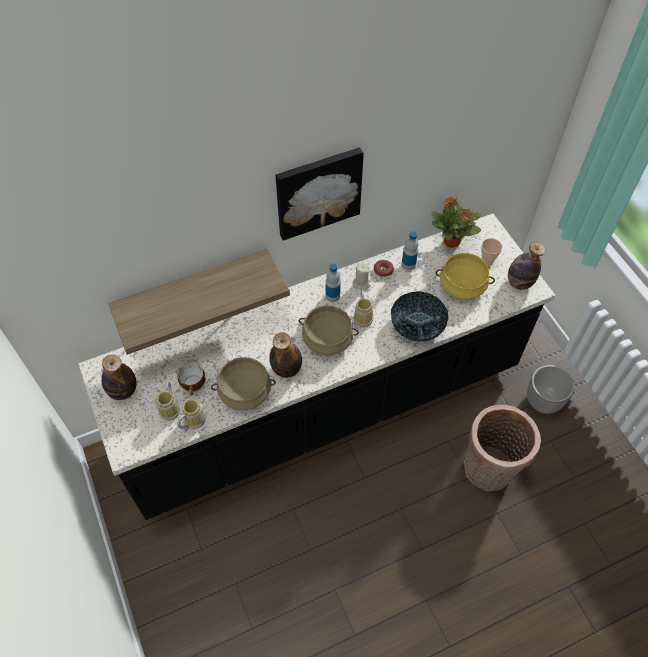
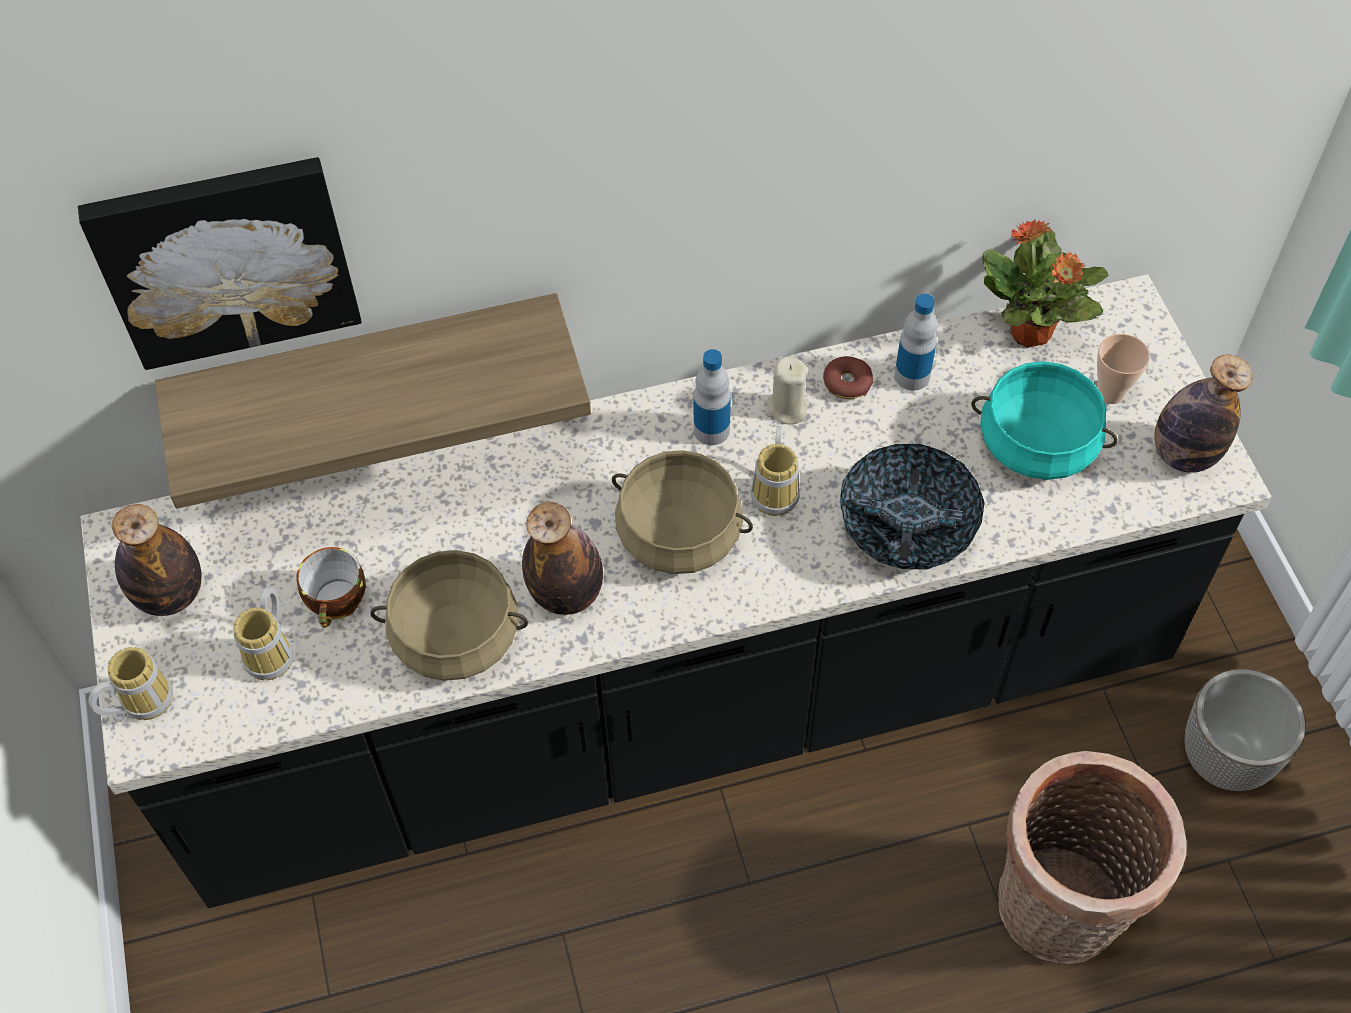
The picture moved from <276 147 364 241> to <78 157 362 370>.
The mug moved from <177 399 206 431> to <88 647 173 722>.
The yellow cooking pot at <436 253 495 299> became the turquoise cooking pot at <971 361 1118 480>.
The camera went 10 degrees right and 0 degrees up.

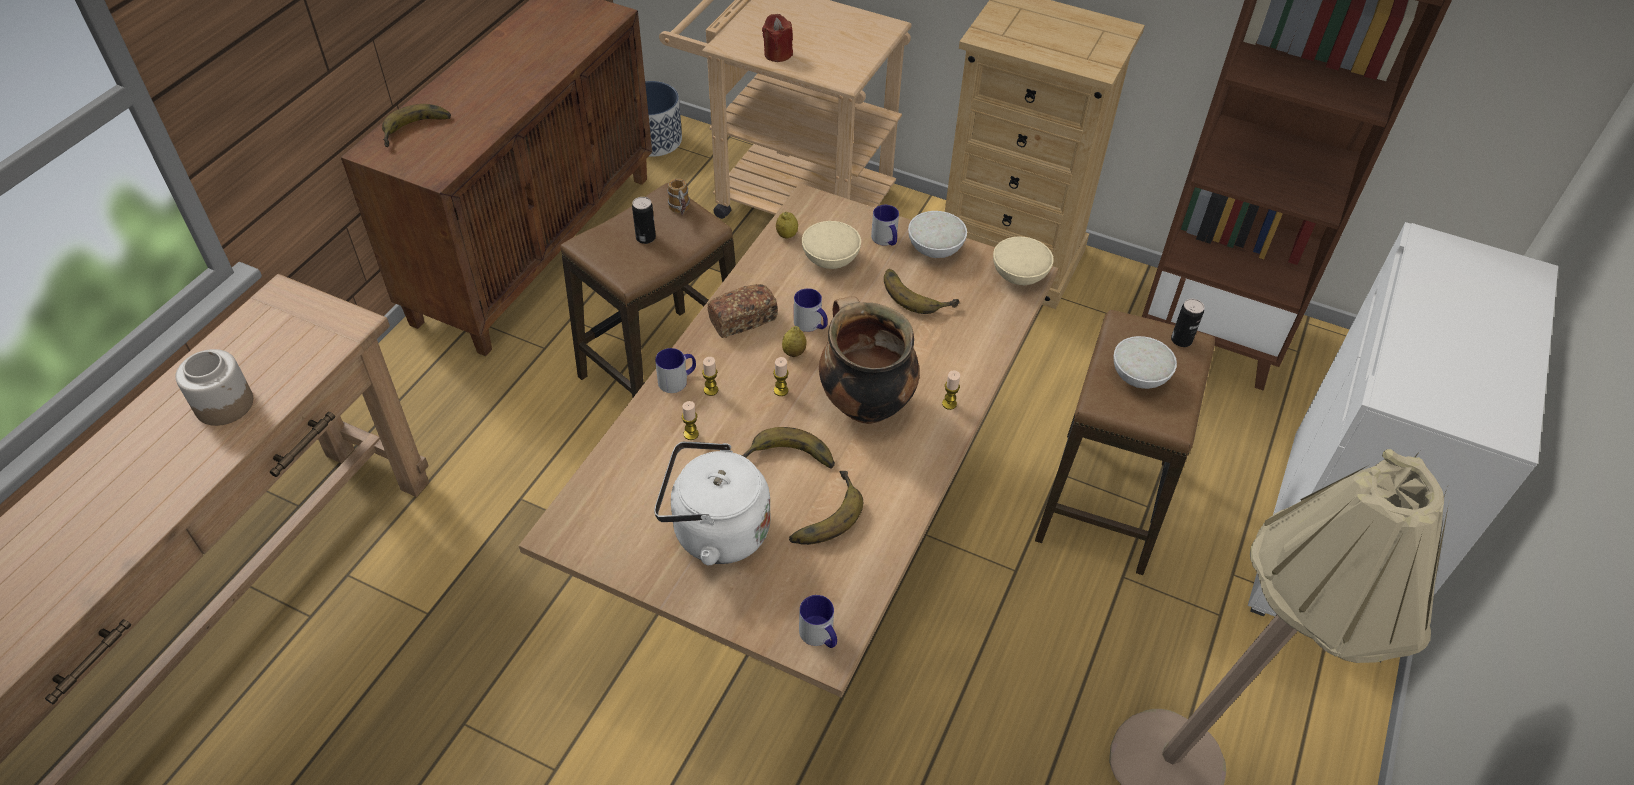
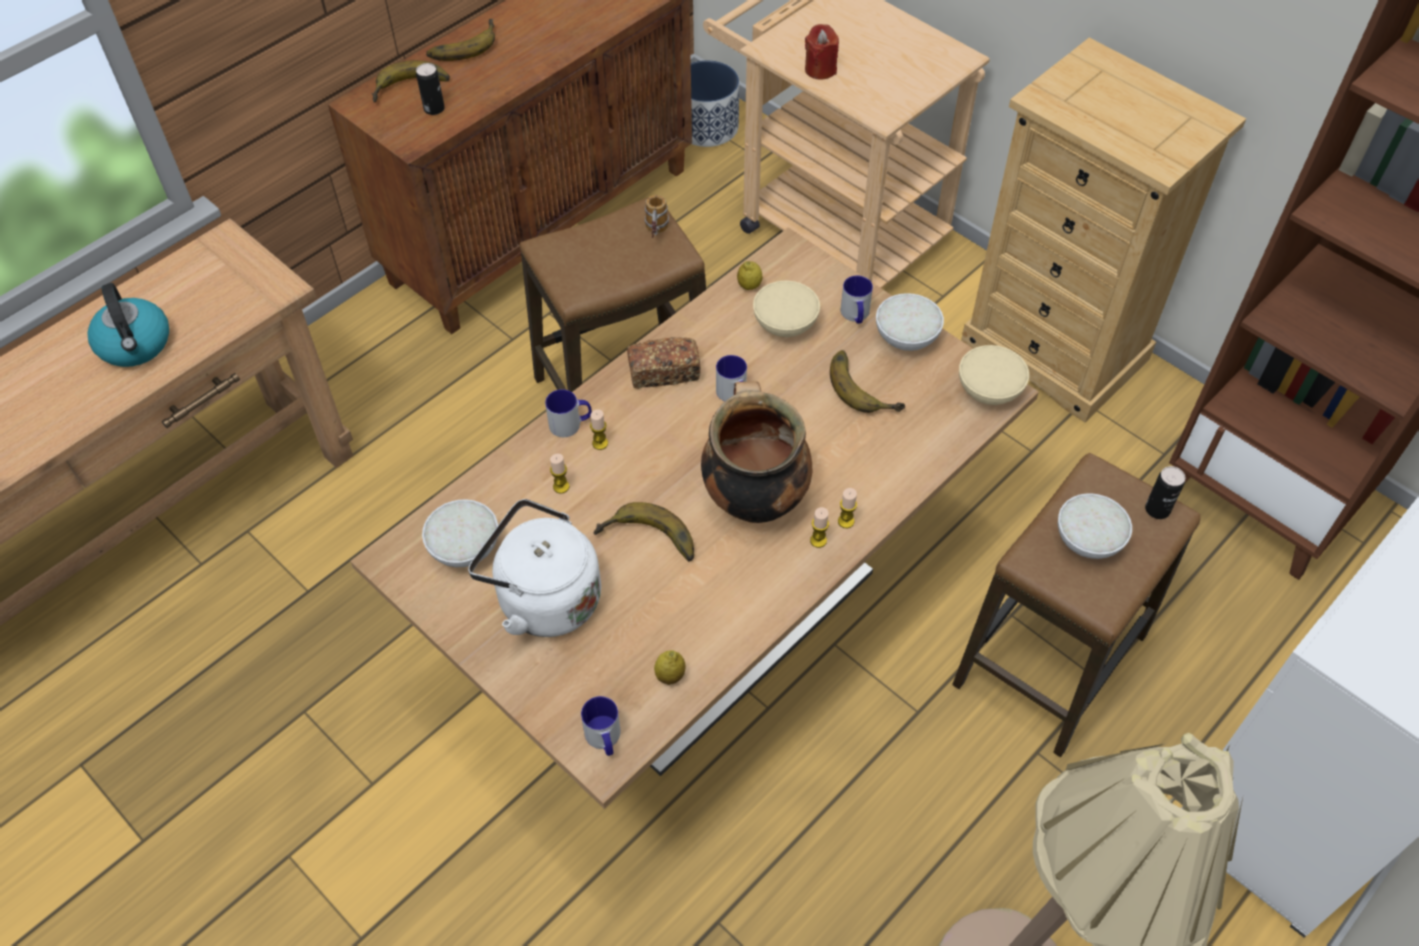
The storage jar at <175 349 253 426> was replaced by the water kettle at <87 283 169 367>.
The metal can moved from <632 197 656 244> to <416 63 445 115>.
The white serving bowl at <422 499 498 567> appeared.
The banana moved from <789 471 863 545> to <426 19 495 61>.
The lemon moved from <782 326 807 357> to <654 650 686 685>.
The wax candle moved from <773 357 789 396> to <810 507 829 548>.
The camera went 20 degrees right and 5 degrees up.

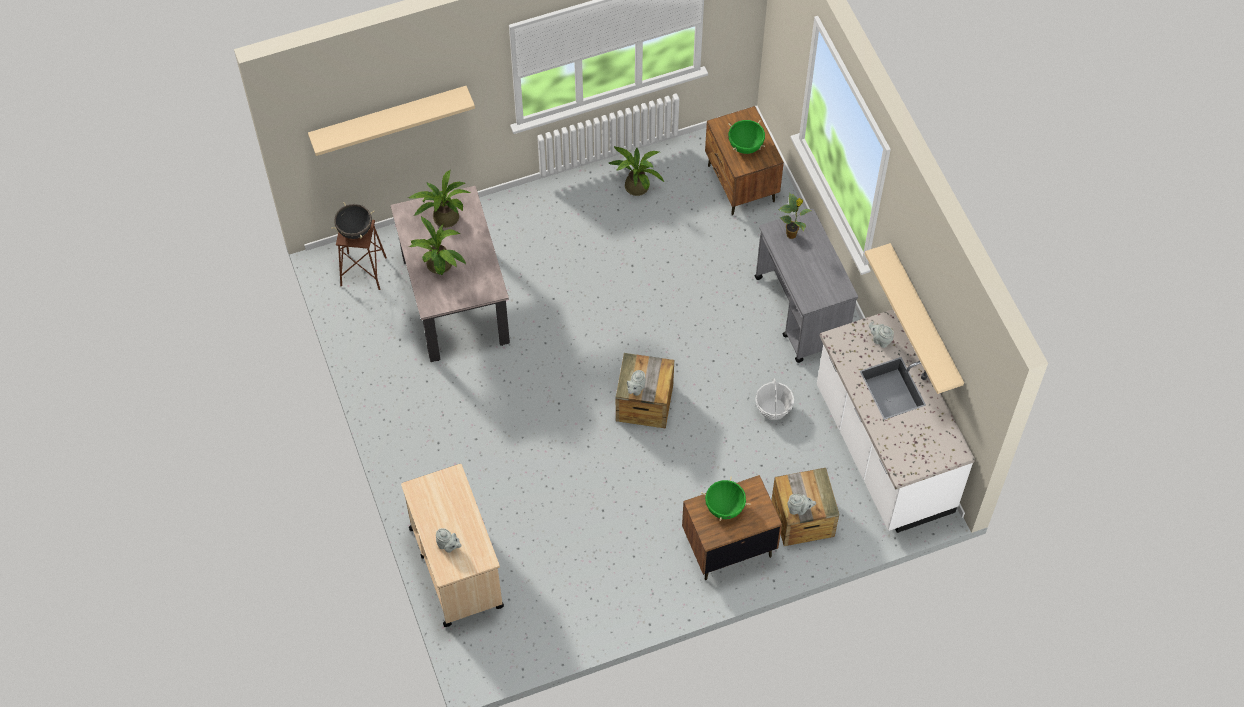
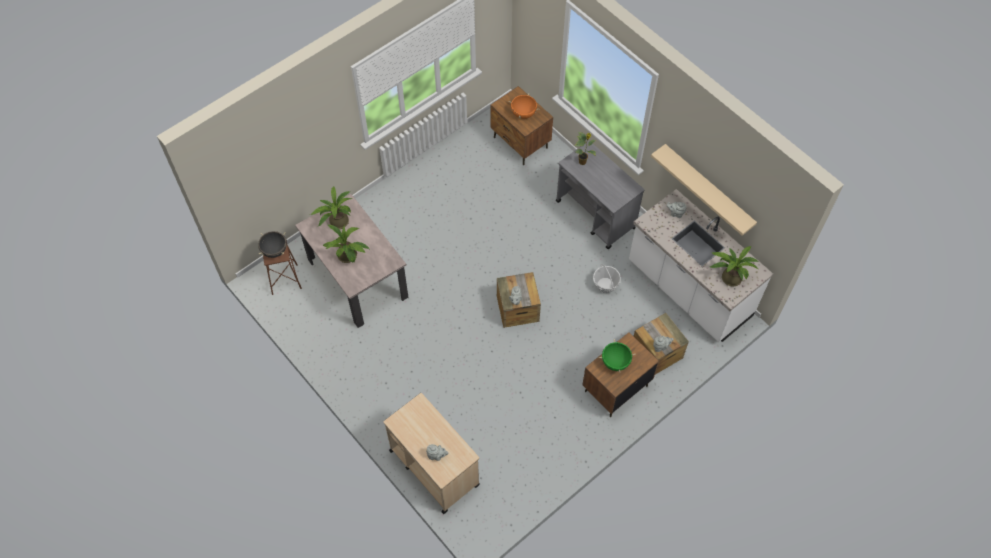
The green cooking pot at <728 120 765 154> became the orangey cooking pot at <508 93 539 119>.
The houseplant moved from <609 146 664 196> to <710 246 758 287>.
The beige wall shelf at <308 86 475 156> disappeared.
The camera went 20 degrees left and 0 degrees up.

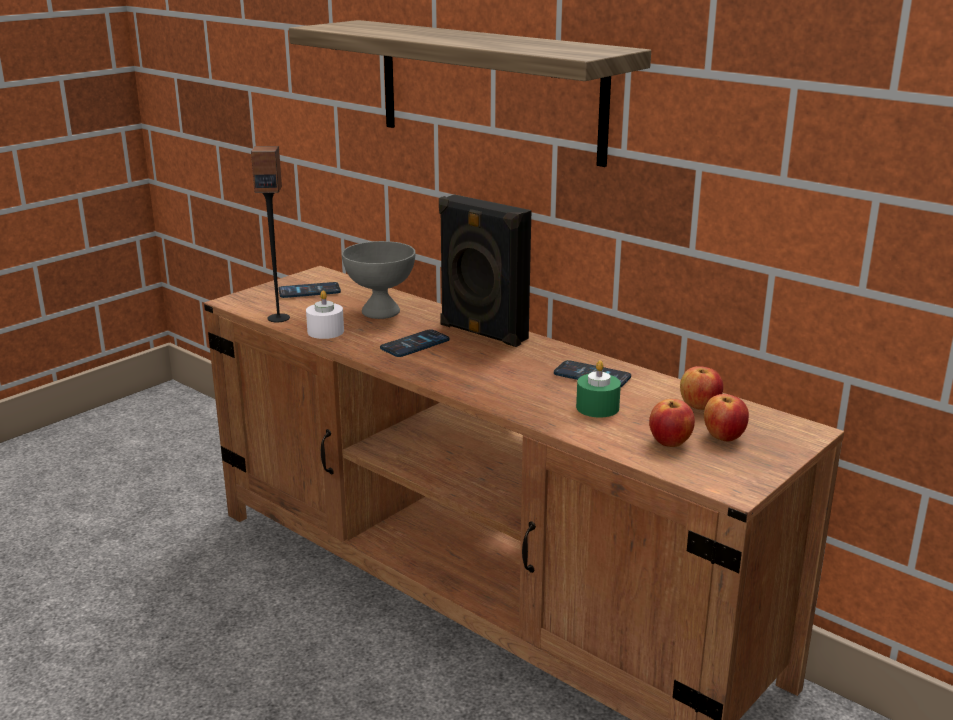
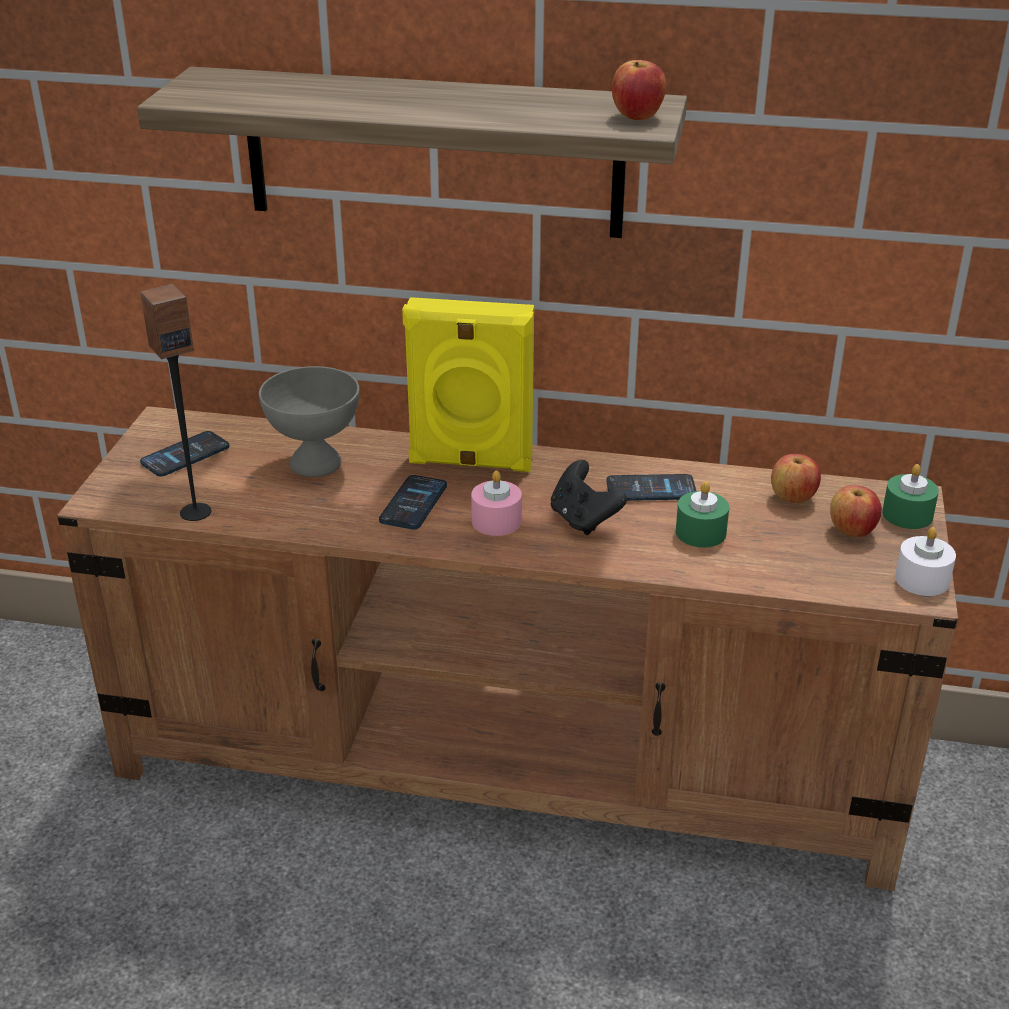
The black-coloured audio speaker at <439 194 531 347> became the yellow audio speaker at <402 297 534 472>.
The pink wax candle at <471 470 522 536> appeared.
The black-coloured joypad at <551 460 627 535> appeared.
The apple fruit moved from <649 399 695 447> to <612 60 666 120>.
The green wax candle at <882 464 939 529> appeared.
The white wax candle moved from <306 290 344 339> to <895 527 956 596>.
The camera went 30 degrees left and 10 degrees up.

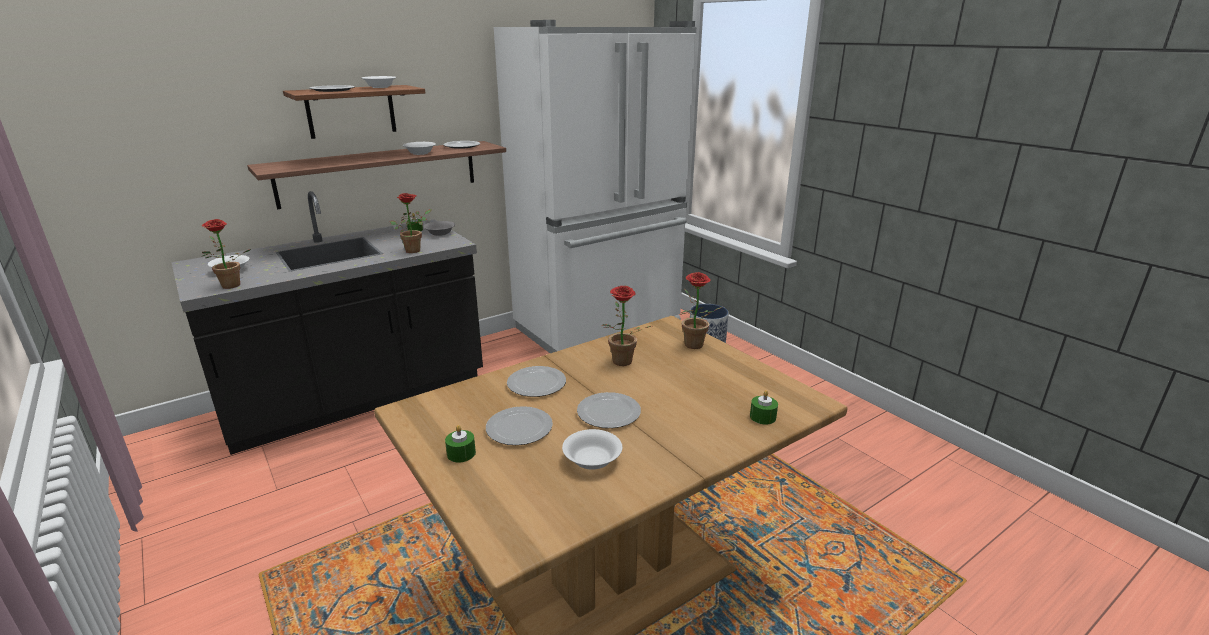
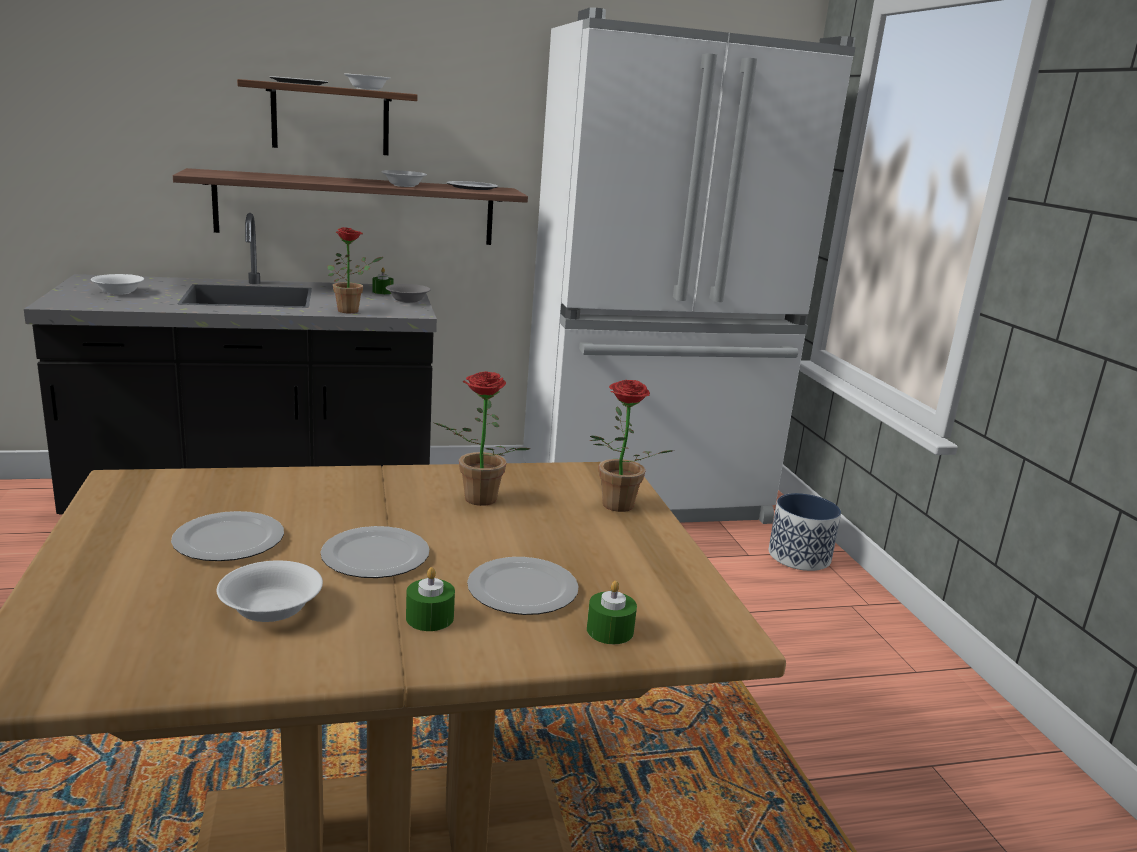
The green wax candle moved from <445 425 476 463> to <406 567 455 631>.
The dinner plate moved from <507 366 566 397> to <467 557 579 615>.
The houseplant at <202 219 251 289> disappeared.
The camera went 20 degrees right and 5 degrees down.

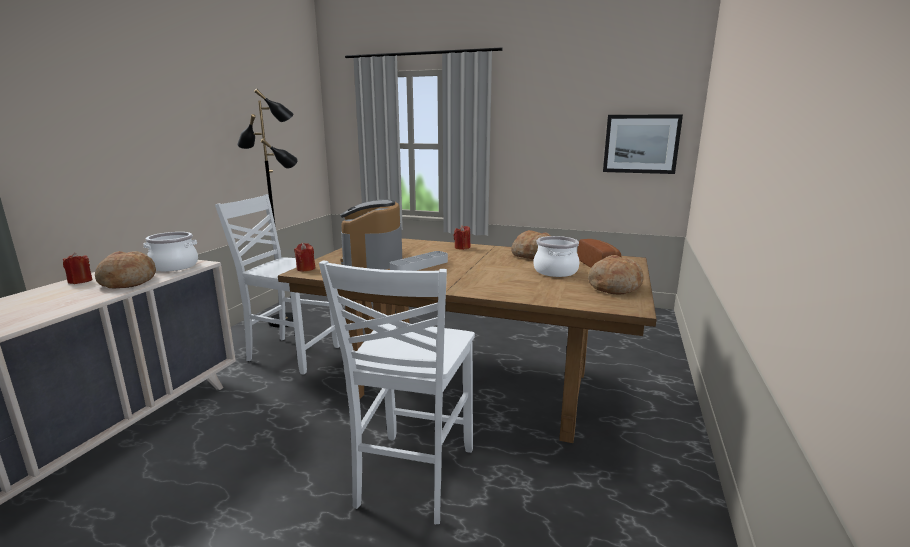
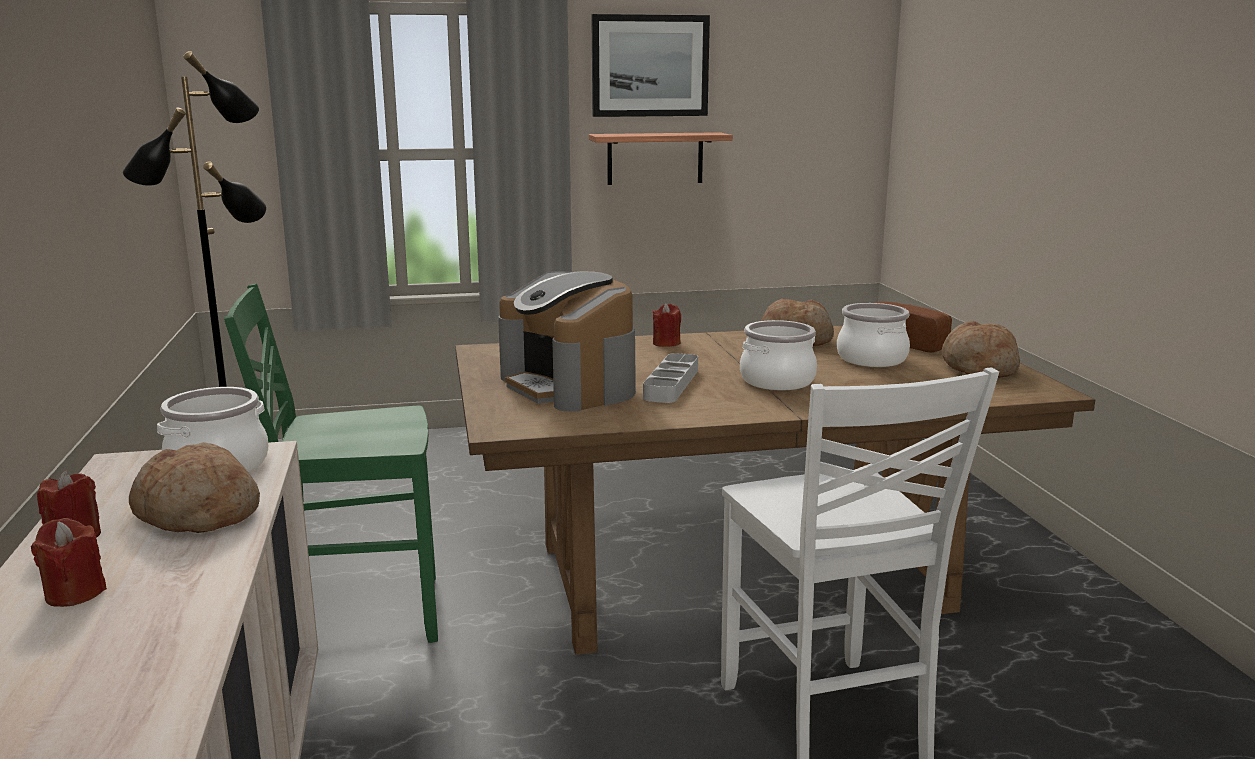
The red wax candle moved from <294 243 315 272> to <31 518 107 607>.
The white chair at <215 194 340 375> became the green chair at <224 284 438 643>.
The wall shelf at <589 132 733 185> appeared.
The picture moved from <603 114 683 174> to <591 14 710 117>.
The cooking pot at <740 320 817 390> appeared.
The camera went 30 degrees left and 0 degrees up.

